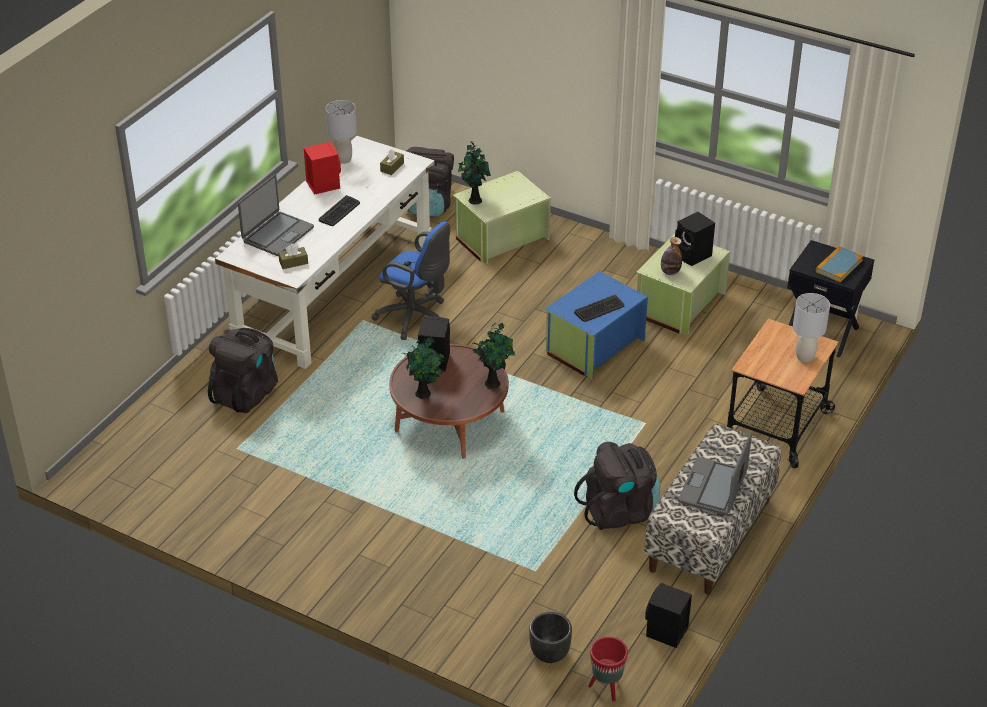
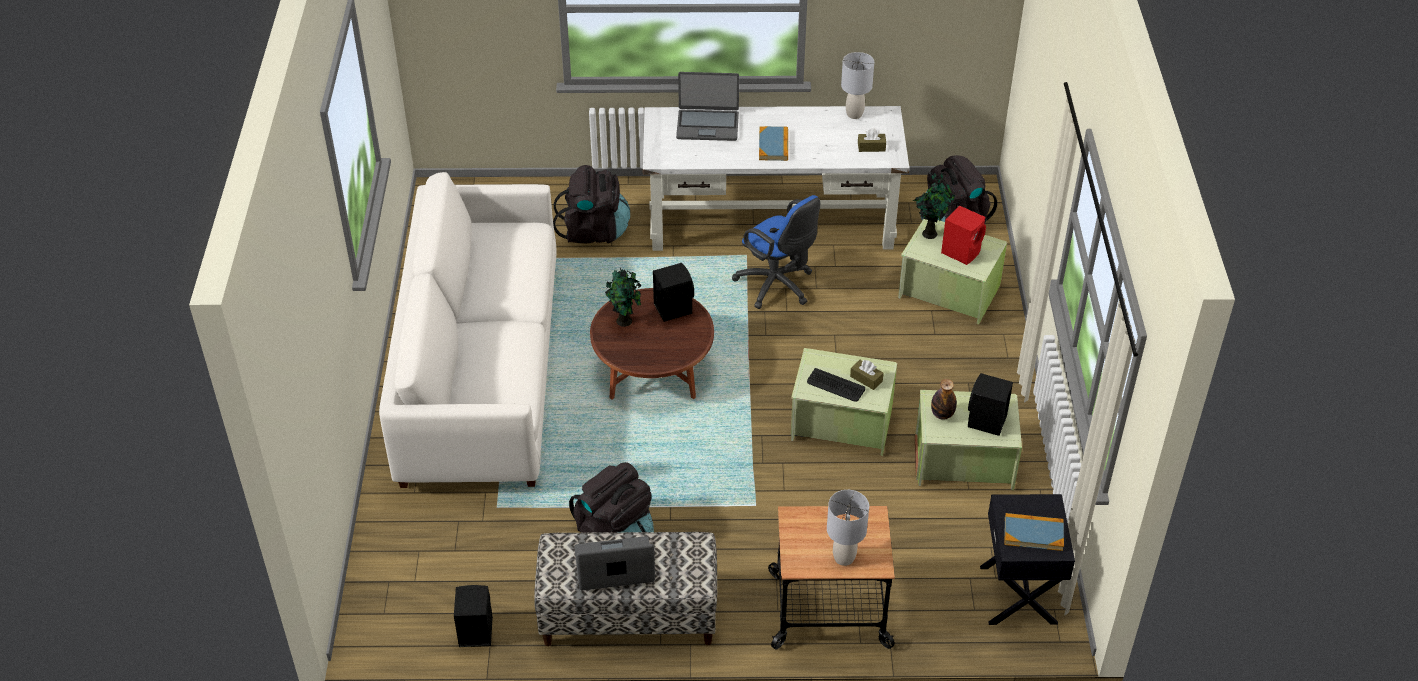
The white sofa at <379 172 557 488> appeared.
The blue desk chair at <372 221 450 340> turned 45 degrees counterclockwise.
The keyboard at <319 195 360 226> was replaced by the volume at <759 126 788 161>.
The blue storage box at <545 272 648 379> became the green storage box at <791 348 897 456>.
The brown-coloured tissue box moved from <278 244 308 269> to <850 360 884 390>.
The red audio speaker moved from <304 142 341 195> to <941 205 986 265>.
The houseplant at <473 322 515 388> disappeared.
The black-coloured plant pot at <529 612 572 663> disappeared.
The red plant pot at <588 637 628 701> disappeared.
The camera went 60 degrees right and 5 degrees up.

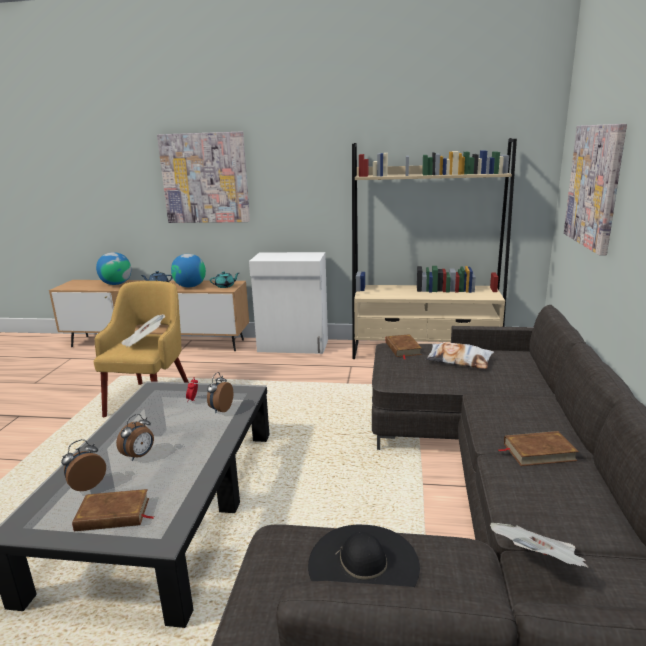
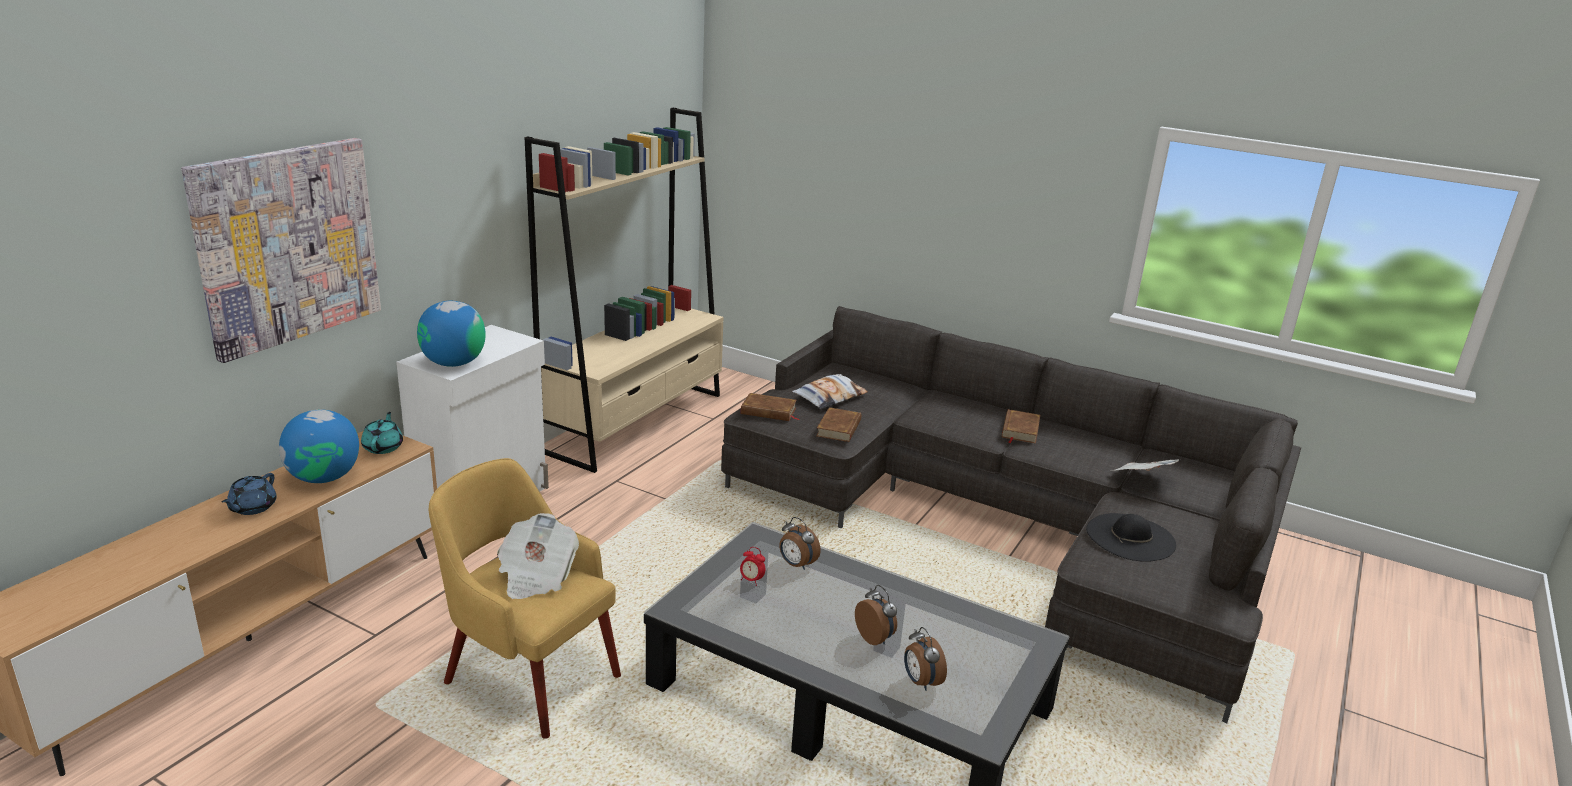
The globe moved from <96 252 131 285> to <417 301 486 367>.
The brown-coloured volume moved from <72 489 154 531> to <816 407 861 442>.
The picture at <564 124 627 255> disappeared.
The camera went 70 degrees left and 5 degrees up.

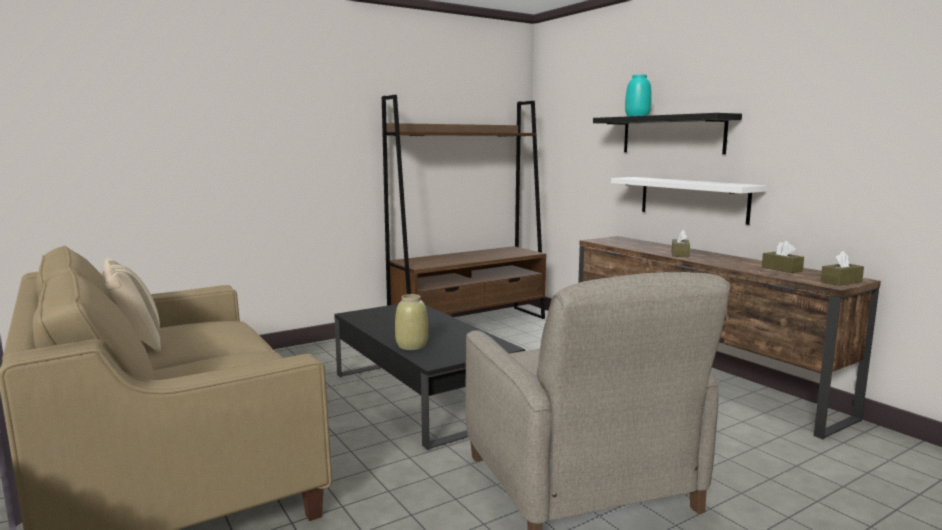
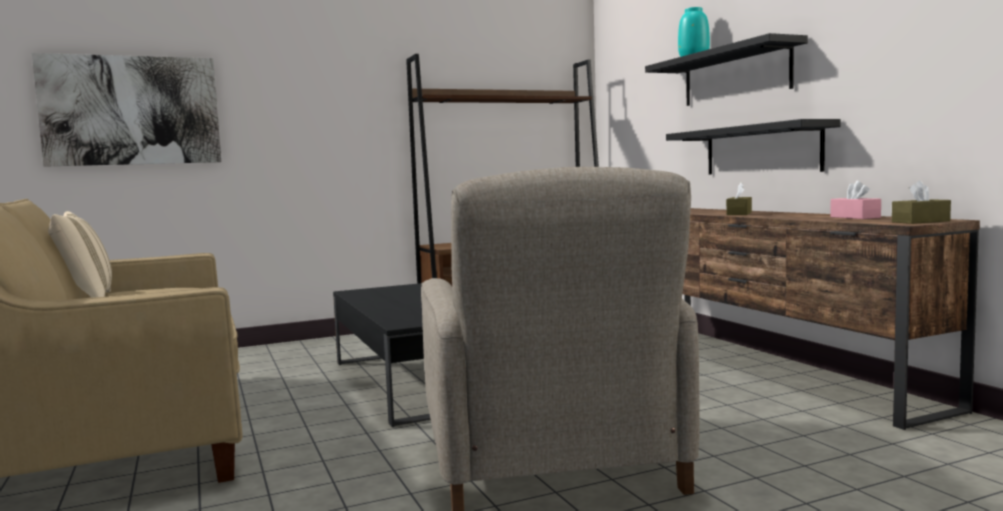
The picture at <32 53 221 167> appeared.
The white wall shelf at <611 177 767 225> became the black-coloured wall shelf at <666 119 841 174>.
The brown-coloured tissue box at <762 241 804 273> became the pink tissue box at <830 181 881 219>.
The beige flower vase at <395 294 428 350> disappeared.
The camera went 10 degrees right and 5 degrees down.

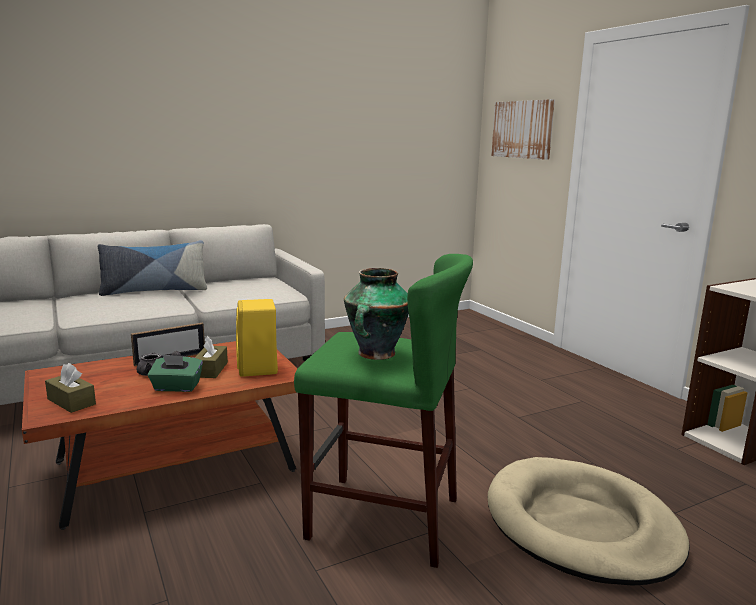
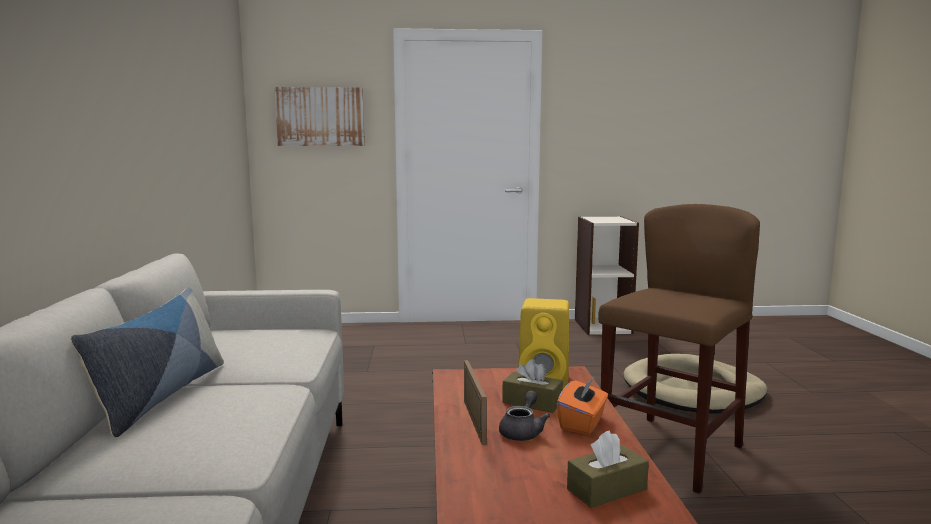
The green tissue box at <148 354 203 392> became the orangey tissue box at <557 376 608 435>.
The green stool at <294 254 473 568> became the brown-coloured stool at <598 204 760 494>.
The flower vase at <344 268 409 360> disappeared.
The camera went 65 degrees left and 5 degrees down.

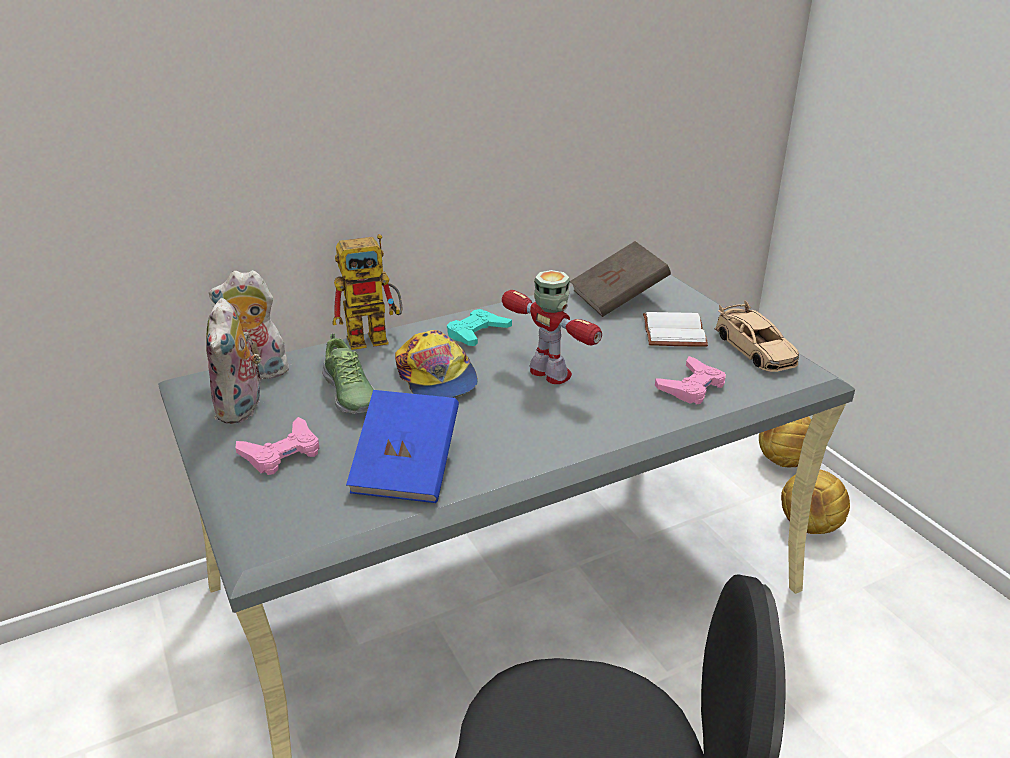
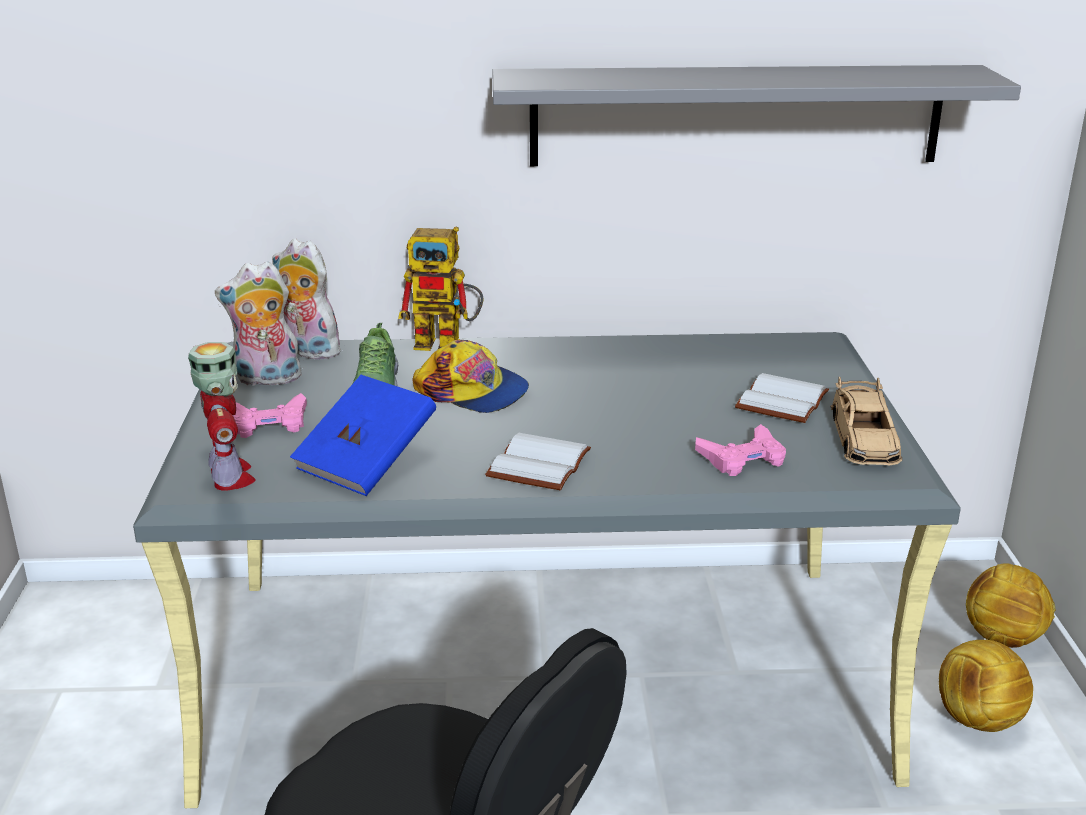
The robot figure moved from <502 270 602 384> to <188 342 256 491>.
The soft toy at <206 298 262 424> turned 60 degrees clockwise.
The cap at <395 330 478 398> turned 60 degrees counterclockwise.
The white volume at <485 433 591 490> appeared.
The grey wall shelf at <492 65 1021 166> appeared.
The turquoise joypad at <447 309 512 346> disappeared.
The brown-coloured volume at <570 241 671 317> disappeared.
The camera went 25 degrees right and 5 degrees down.

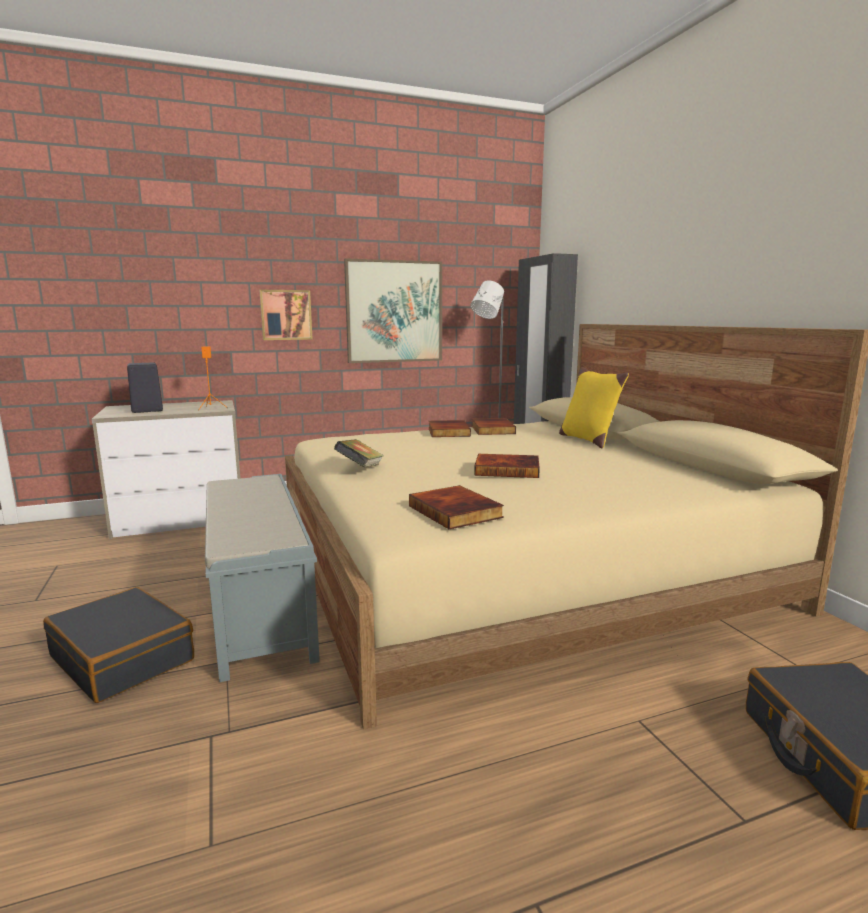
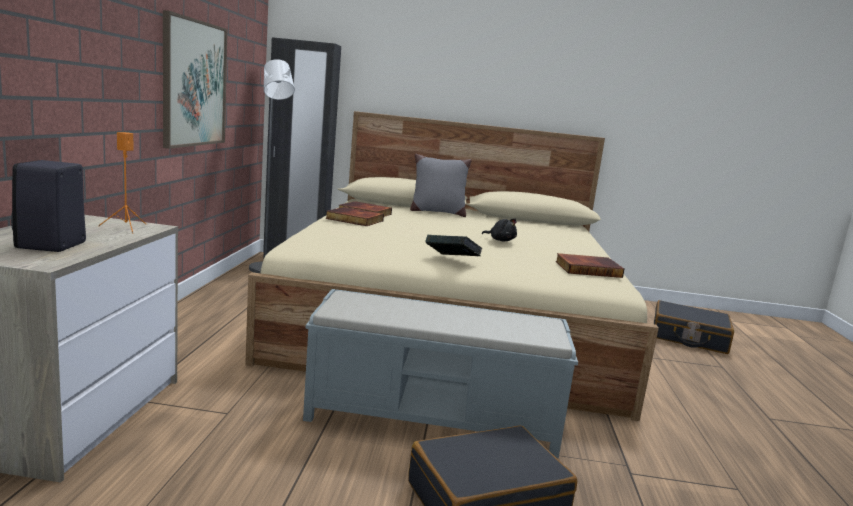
The yellow throw pillow at <559 367 629 448> became the grey throw pillow at <410 154 471 217>.
The volume at <474 454 540 478> was replaced by the black-coloured soft toy at <482 218 517 241>.
The picture at <259 290 313 340> disappeared.
The camera went 65 degrees left and 0 degrees up.

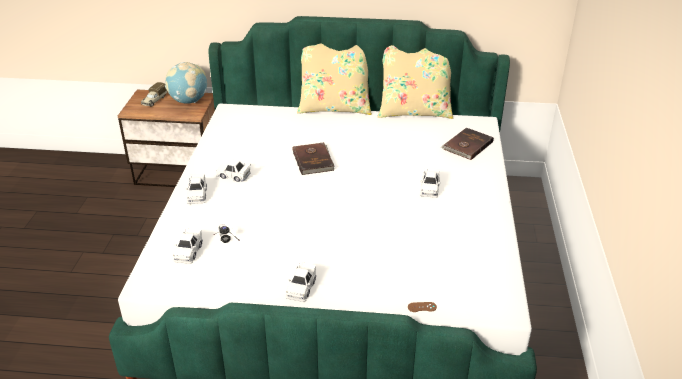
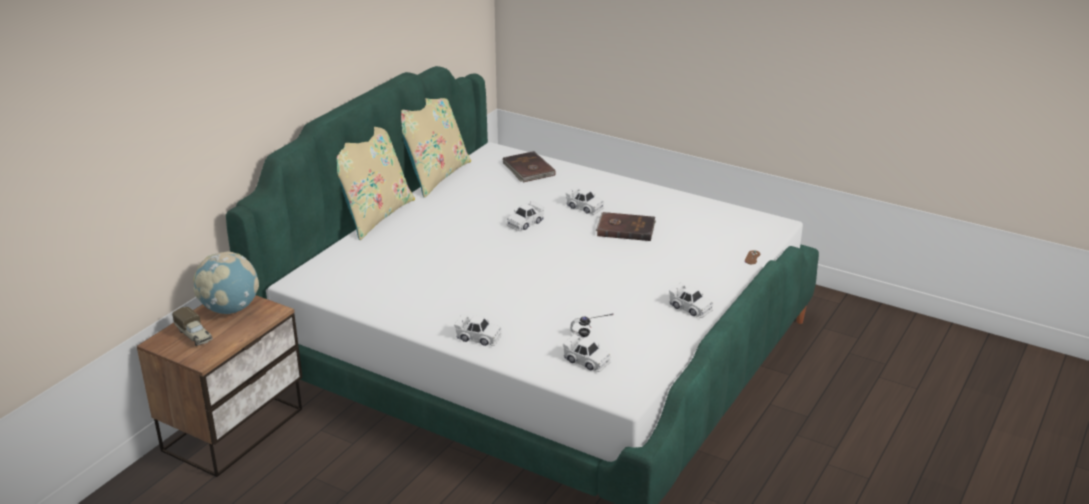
The white model car moved from <216 160 251 182> to <506 201 544 231>.
The brown-coloured volume moved from <292 142 335 175> to <596 212 656 241>.
The camera went 65 degrees left and 5 degrees down.

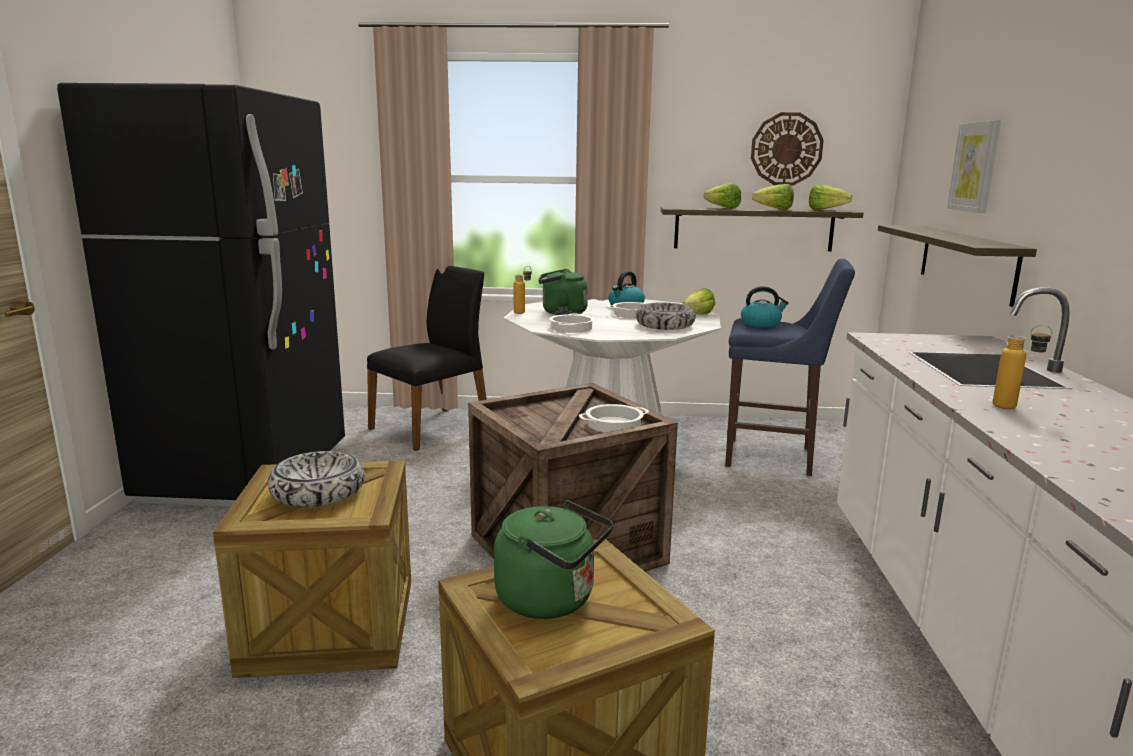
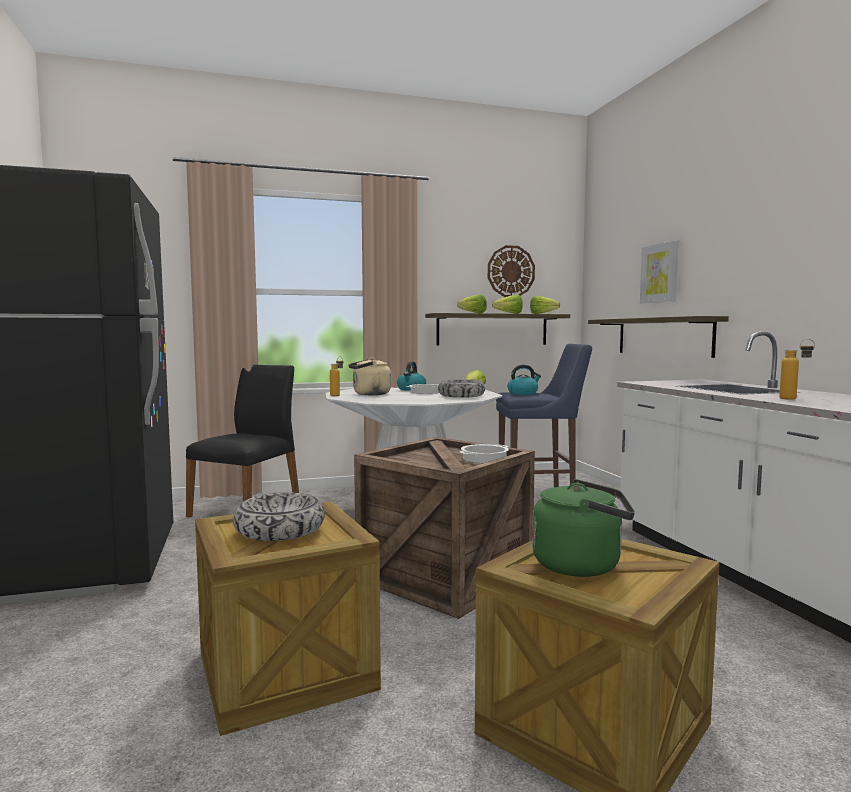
The green water kettle at <539 269 588 315> became the beige water kettle at <348 358 391 395>.
The cooking pot at <549 314 594 333> disappeared.
The camera went 20 degrees left and 10 degrees down.

